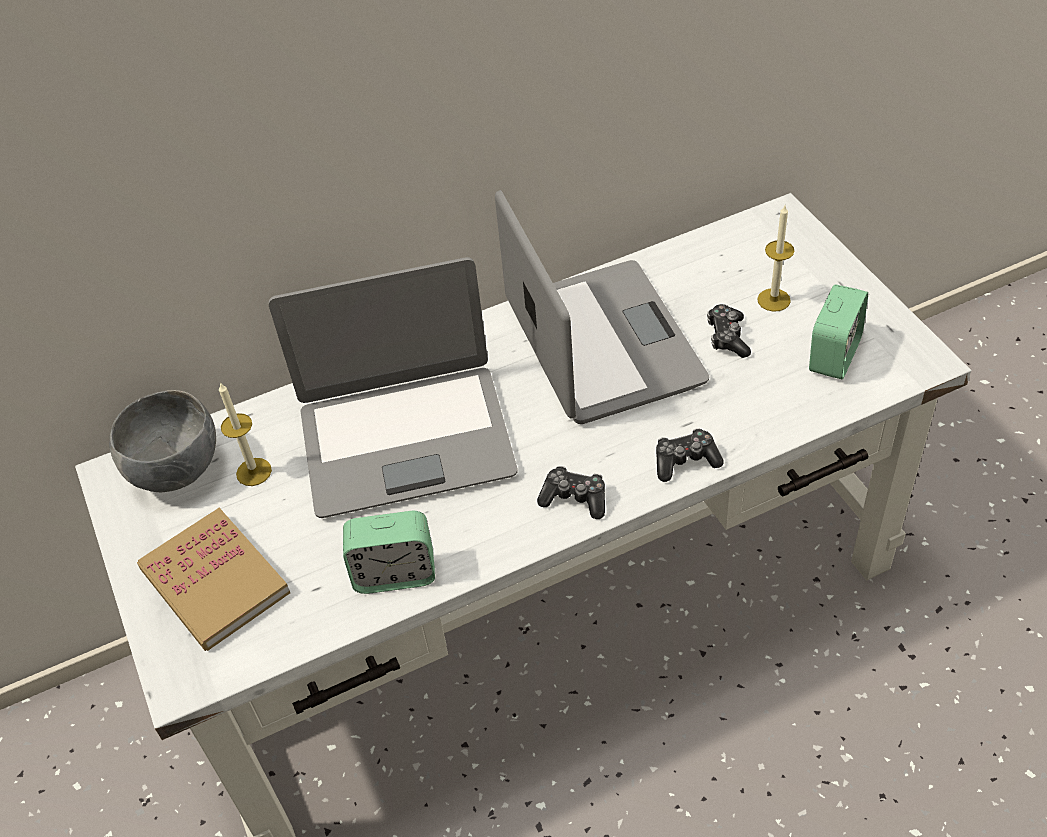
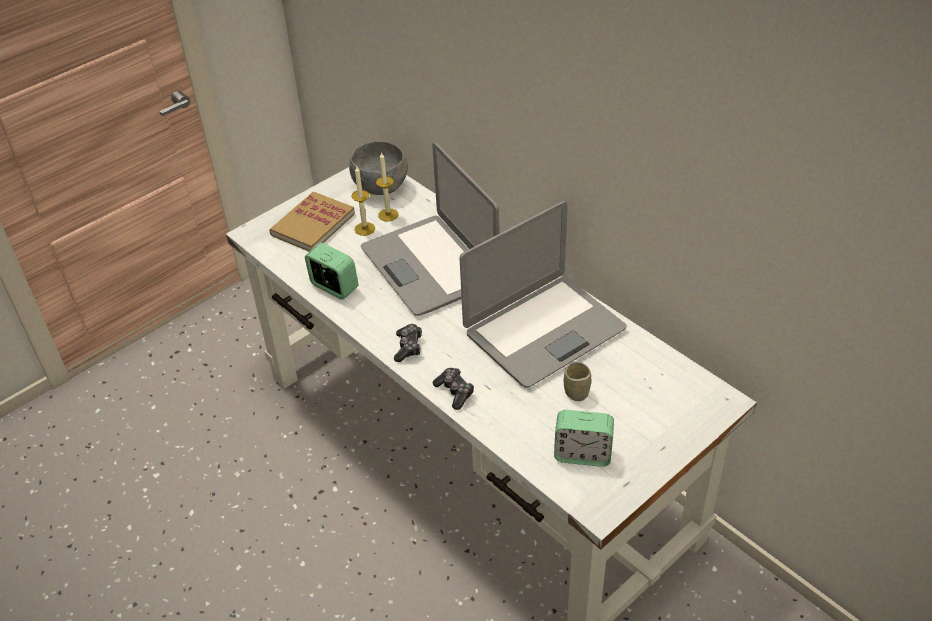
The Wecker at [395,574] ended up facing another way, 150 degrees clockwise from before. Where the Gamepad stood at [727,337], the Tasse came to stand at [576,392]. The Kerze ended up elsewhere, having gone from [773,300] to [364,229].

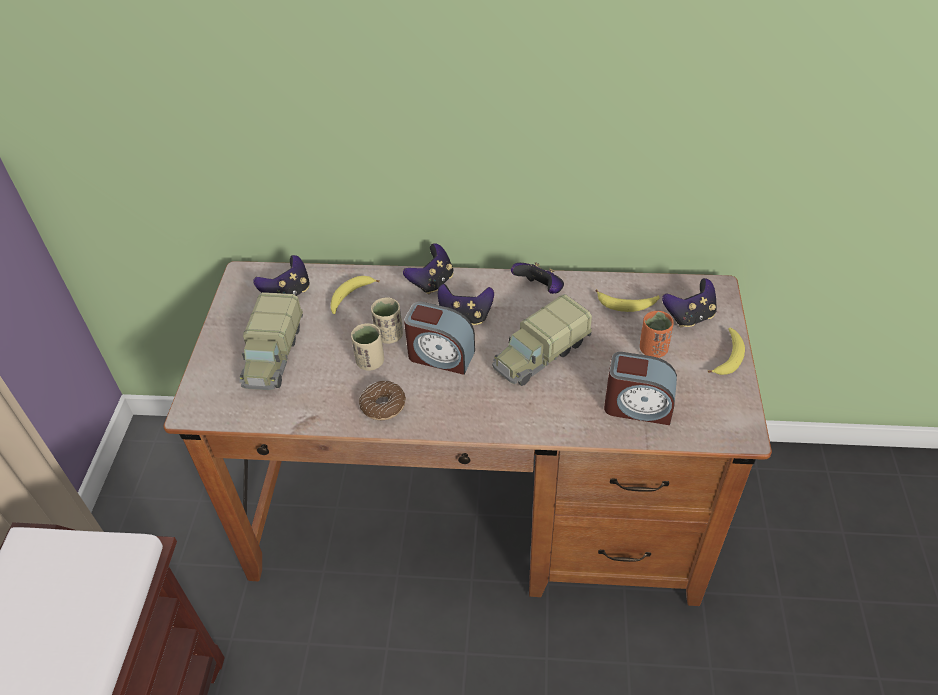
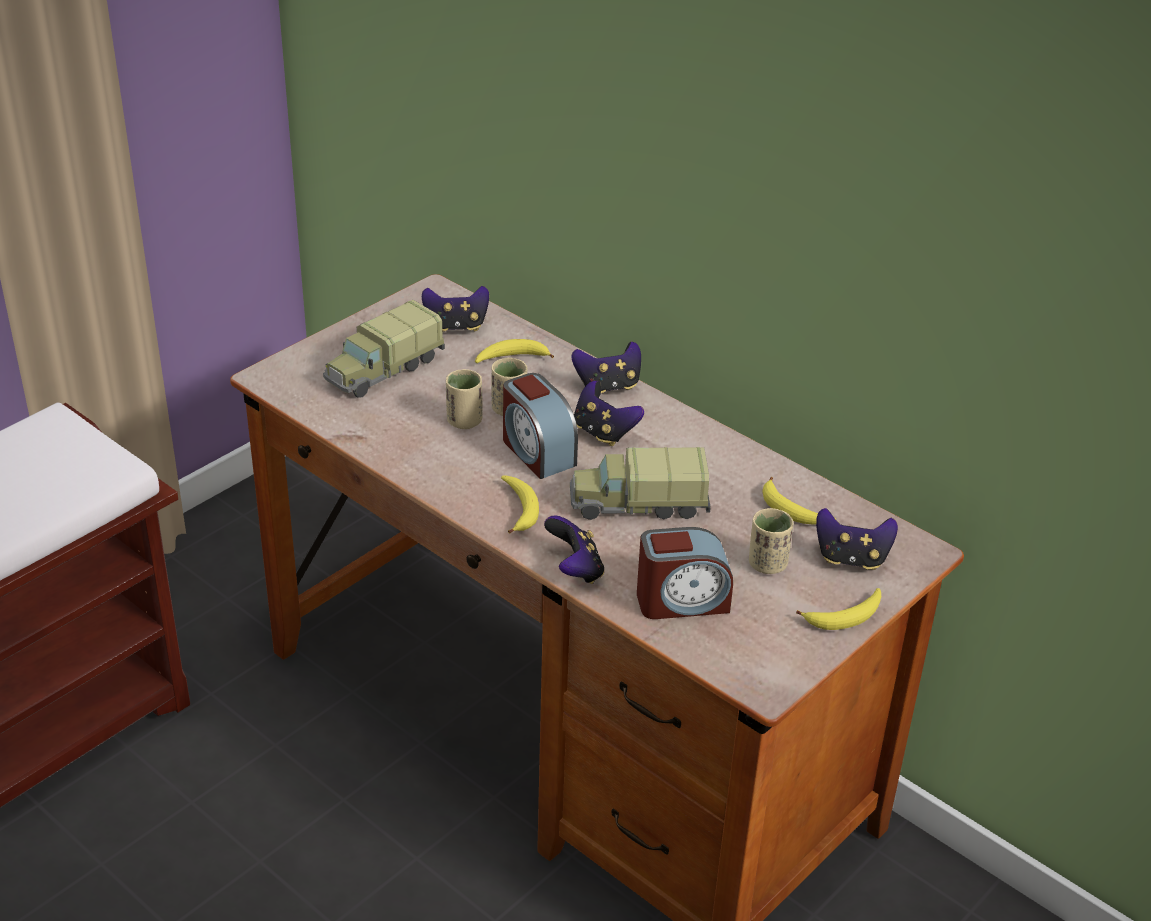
The second view lost the Donut at [383,405]. The Gamepad ended up elsewhere, having gone from [539,290] to [575,570]. The Wecker at [637,406] ended up facing another way, 60 degrees counterclockwise from before. What was the Tasse/orange at [653,349] turned into the Tasse/beige at [767,564]. The second view gained the Banane at [519,509].

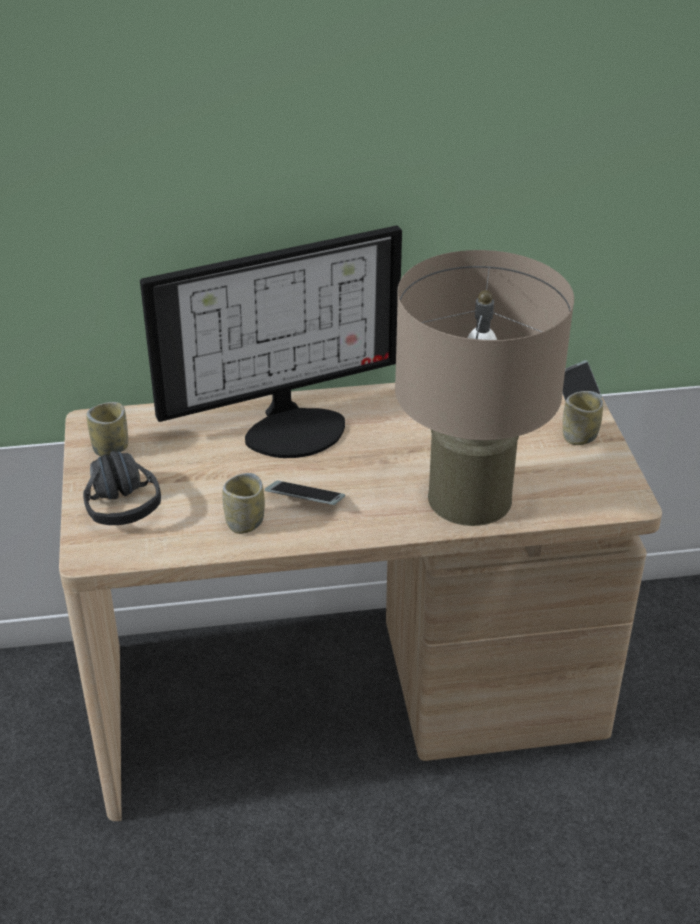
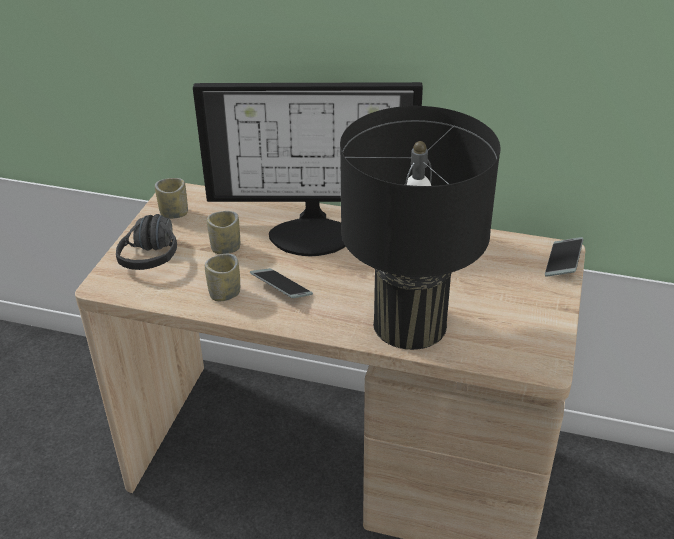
What was the Tischlampe/beige at [470,498] turned into the Tischlampe/schwarz at [410,324]. The Tasse ended up elsewhere, having gone from [579,437] to [226,248].

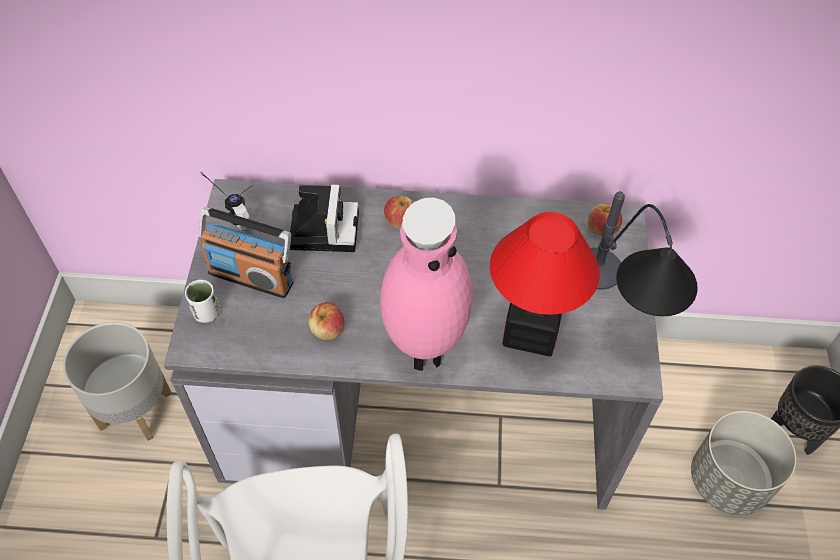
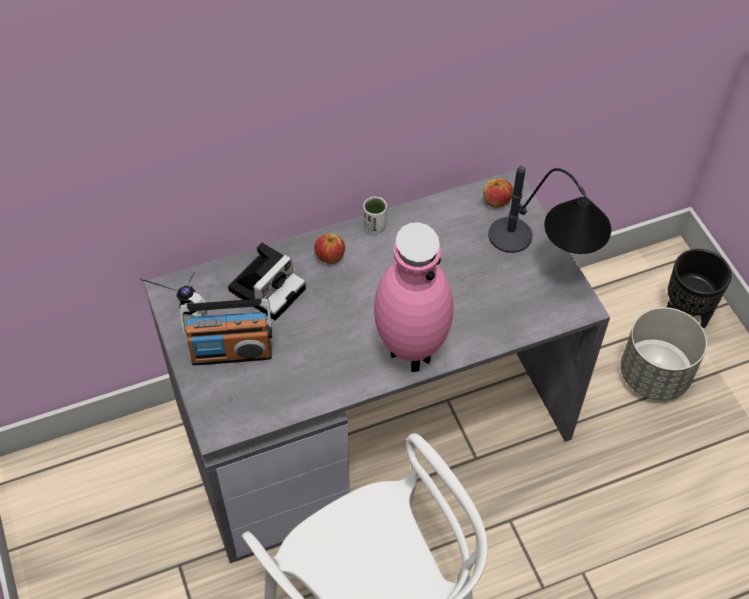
The second view lost the Pflanzkübel/grau at [134,410]. The Tasse/weiß ended up elsewhere, having gone from [206,313] to [374,226]. The Kamera at [323,228] ended up facing another way, 60 degrees clockwise from before. The second view lost the Apfel at [327,330]. The second view lost the Tischlampe at [529,331].

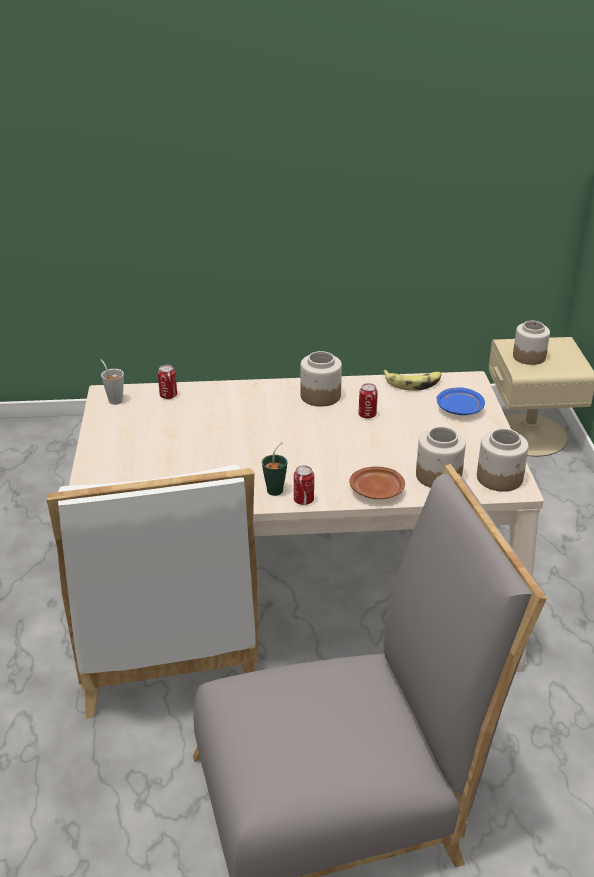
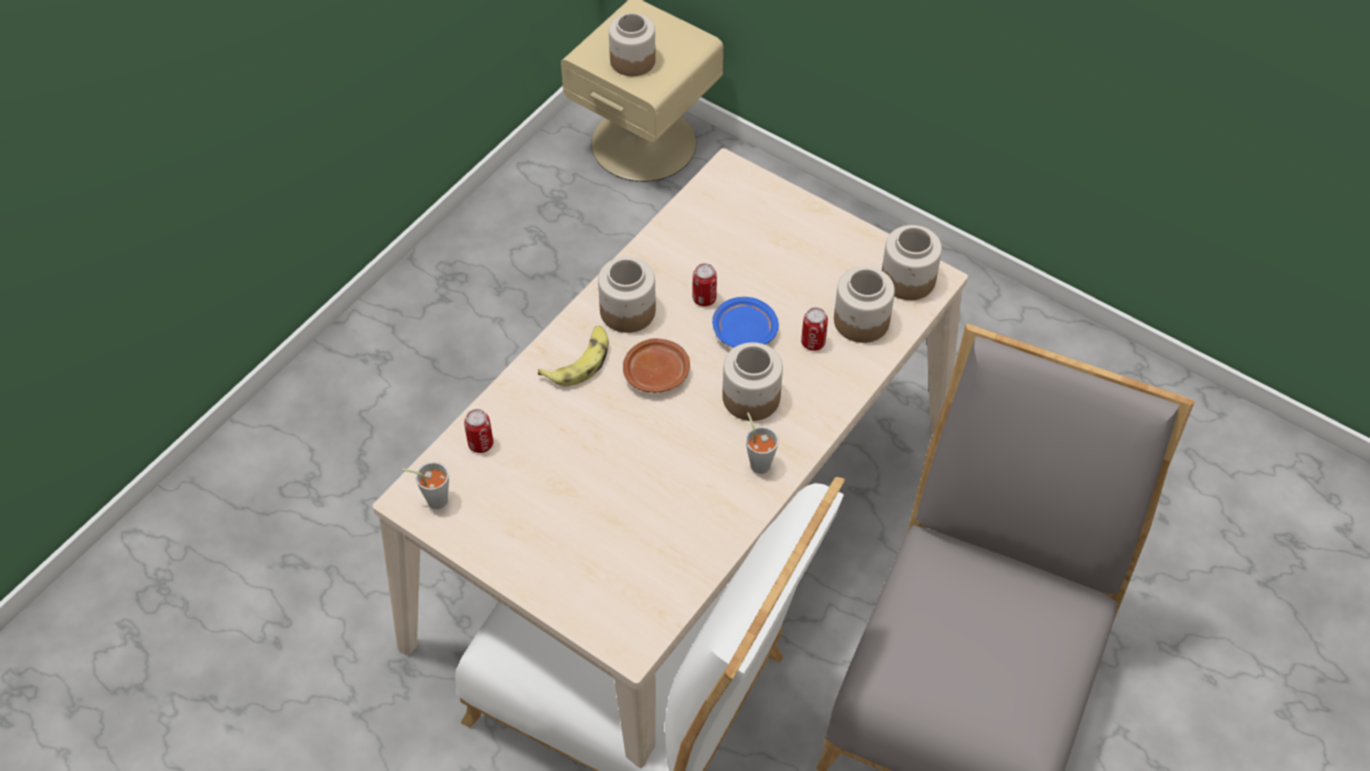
What was the Tasse/grün at [277,488] turned into the Tasse/grau at [758,461]. The Dose ended up elsewhere, having gone from [303,500] to [813,342]. The Teller/braun ended up elsewhere, having gone from [377,491] to [657,373]. The Banane ended up elsewhere, having gone from [413,383] to [579,361]. The Teller/blau ended up elsewhere, having gone from [459,408] to [743,331]. The second view gained the Vorratsglas at [750,398].

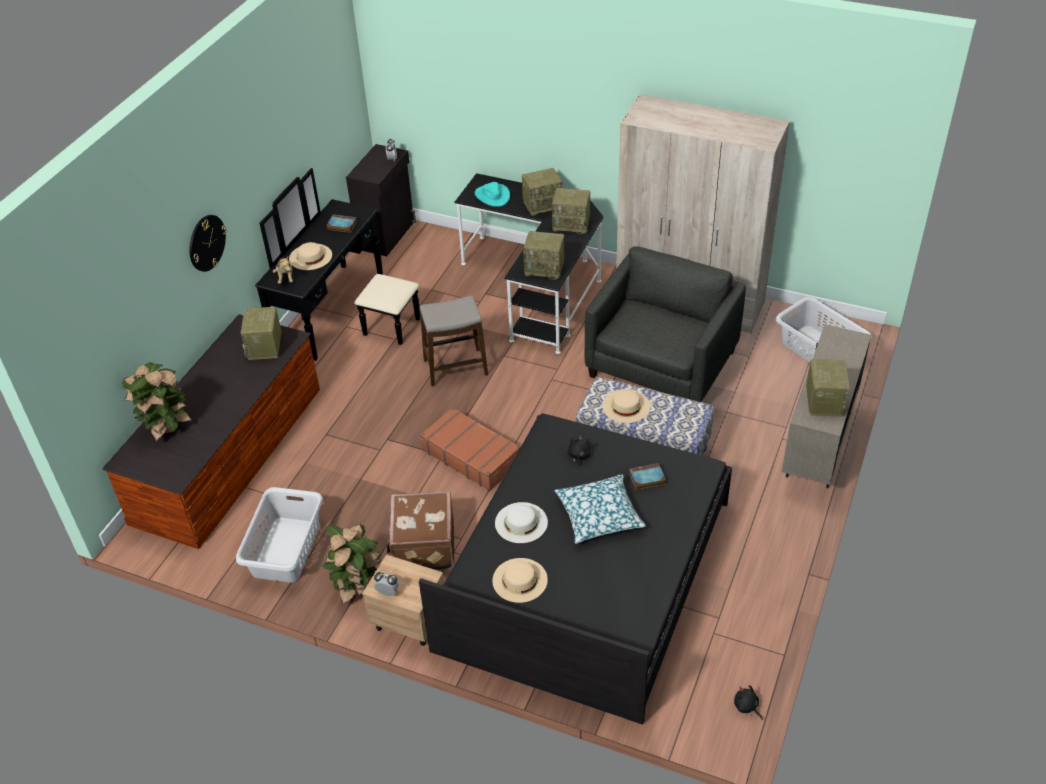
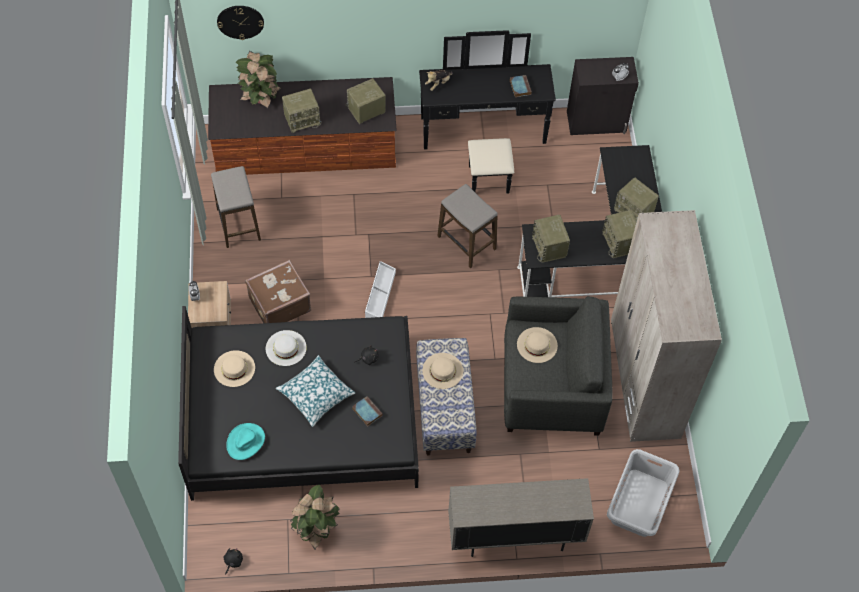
The Wanduhr ended up elsewhere, having gone from [206,243] to [240,21]. Where the Wäschekorb/grau stood at [285,550], the Hocker came to stand at [238,224]. The Hut/beige ended up elsewhere, having gone from [310,256] to [537,345]. The Topfpflanze ended up elsewhere, having gone from [357,587] to [316,529]. Where the Koffer/braun stood at [471,456], the Aufbewahrungsbox/weiß came to stand at [379,295]. The Hut/türkis ended up elsewhere, having gone from [492,196] to [245,441]. The Radio ended up elsewhere, having gone from [823,401] to [302,119].

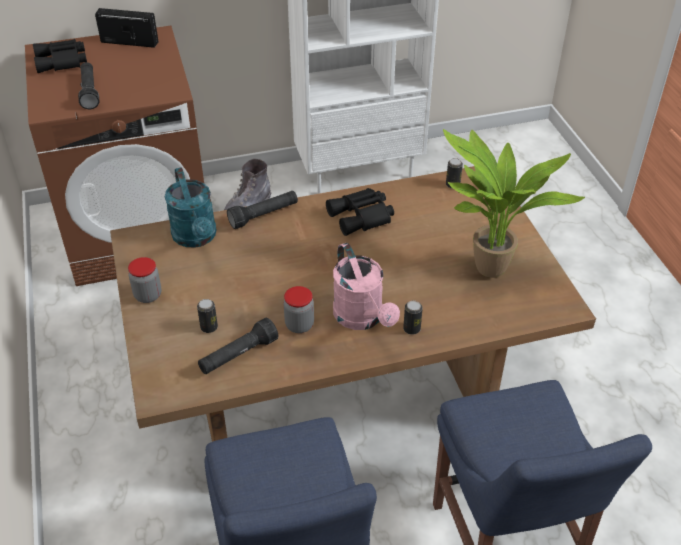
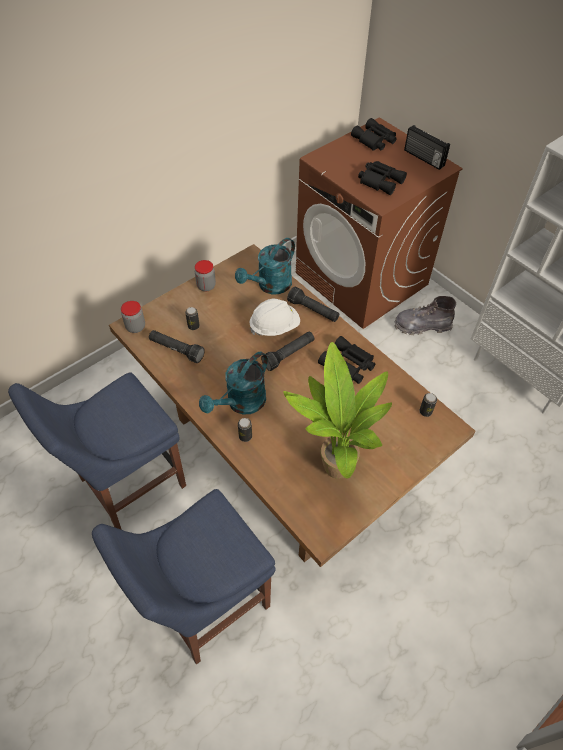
The Taschenlampe/schwarz ended up elsewhere, having gone from [89,92] to [289,354]. The Radio at [130,42] ended up facing another way, 150 degrees clockwise from before. The Vorratsglas ended up elsewhere, having gone from [299,325] to [135,327]. What was the Gießkanne/rosa at [362,318] turned into the Gießkanne/türkis at [241,403]. The second view gained the Schutzhelm/weiß at [274,326]. The second view gained the Fernglas/schwarz at [380,181].

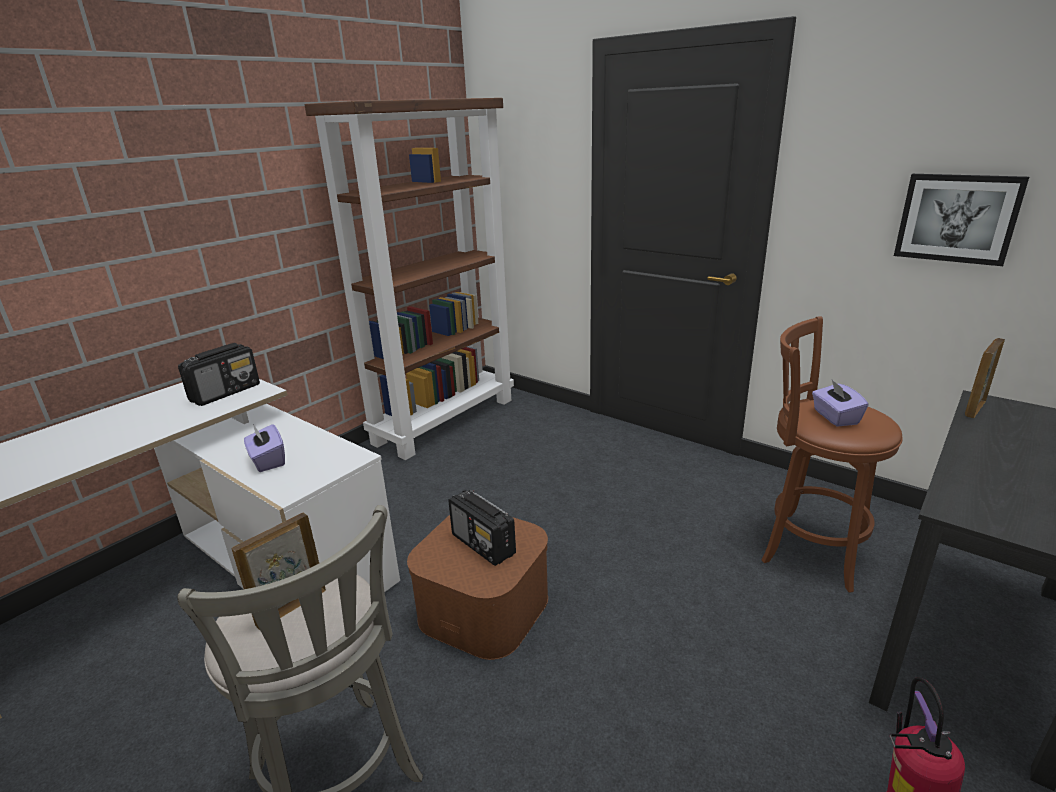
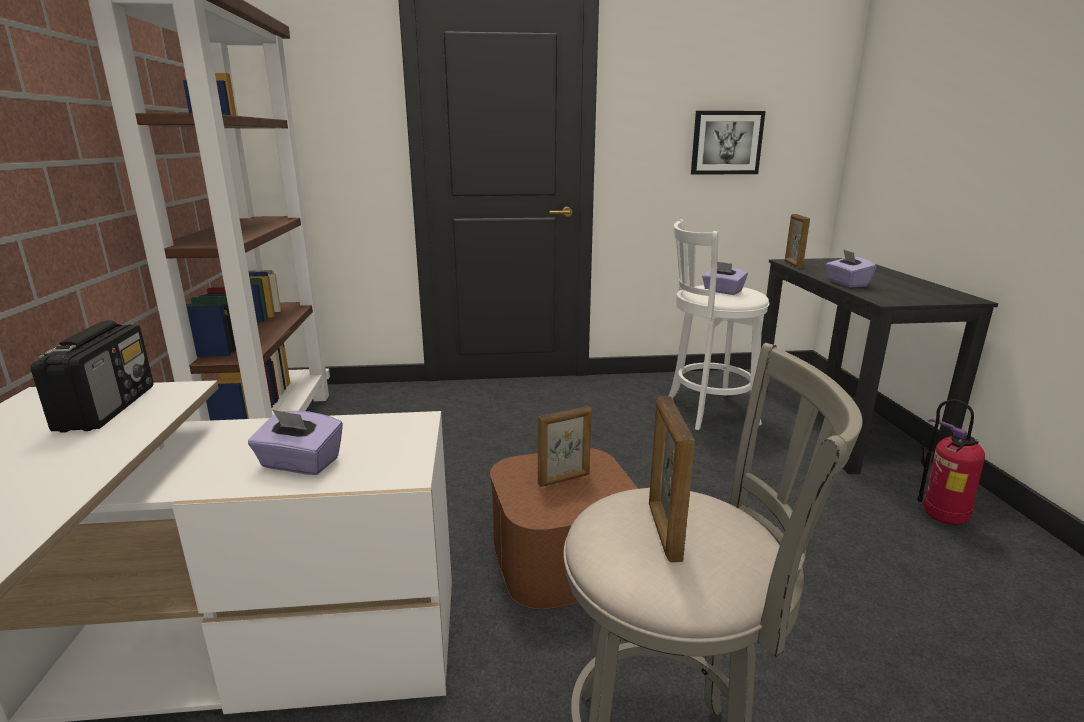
Where the Radio stood at [483,545], the Bilderrahmen came to stand at [564,479]. What was the Hocker/braun at [808,547] turned into the Hocker/weiß at [707,411]. The second view gained the Taschentuchbox/lila at [846,283].

